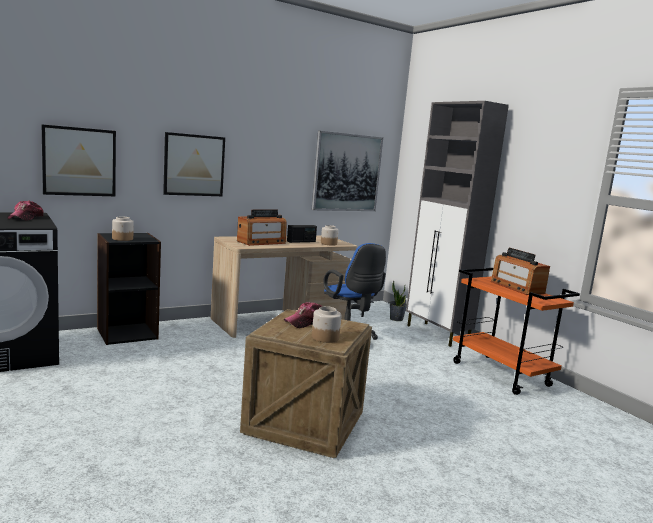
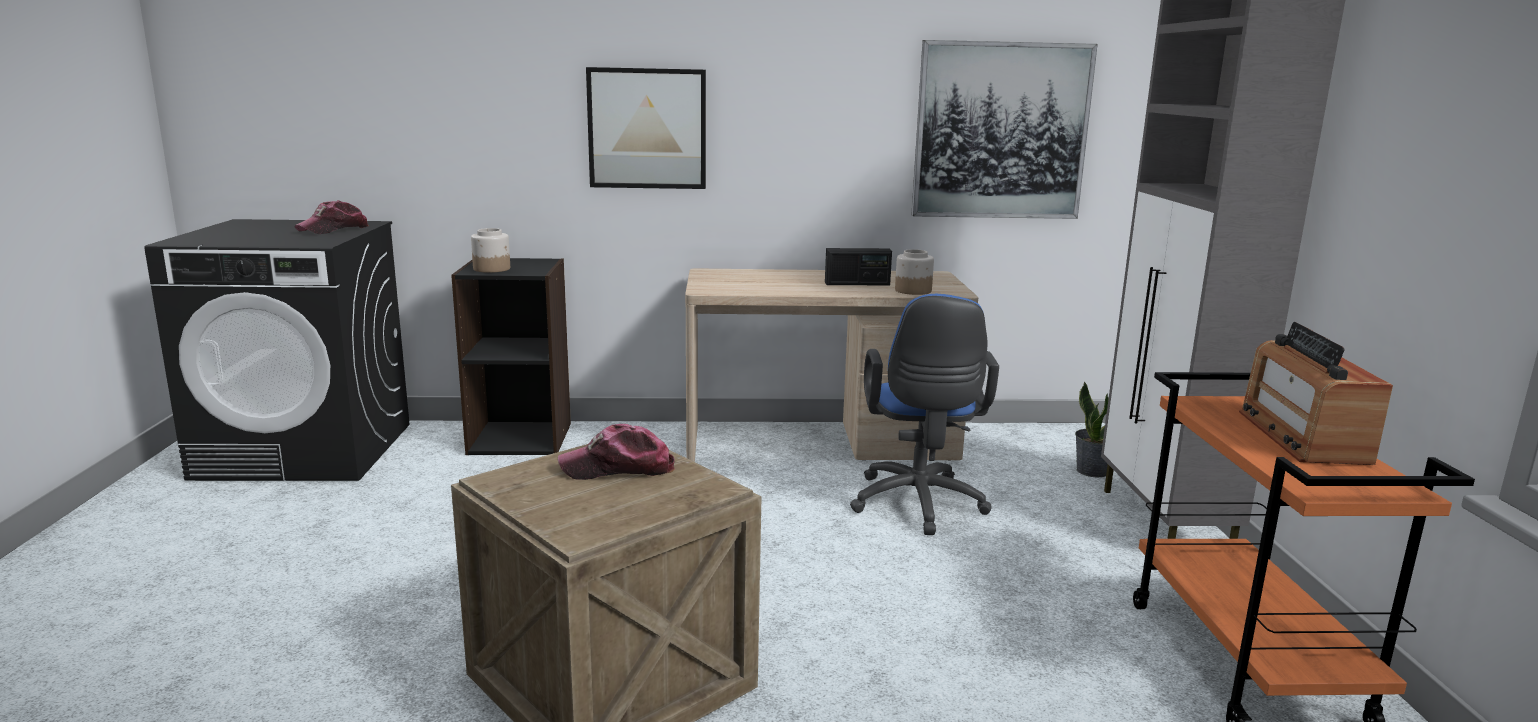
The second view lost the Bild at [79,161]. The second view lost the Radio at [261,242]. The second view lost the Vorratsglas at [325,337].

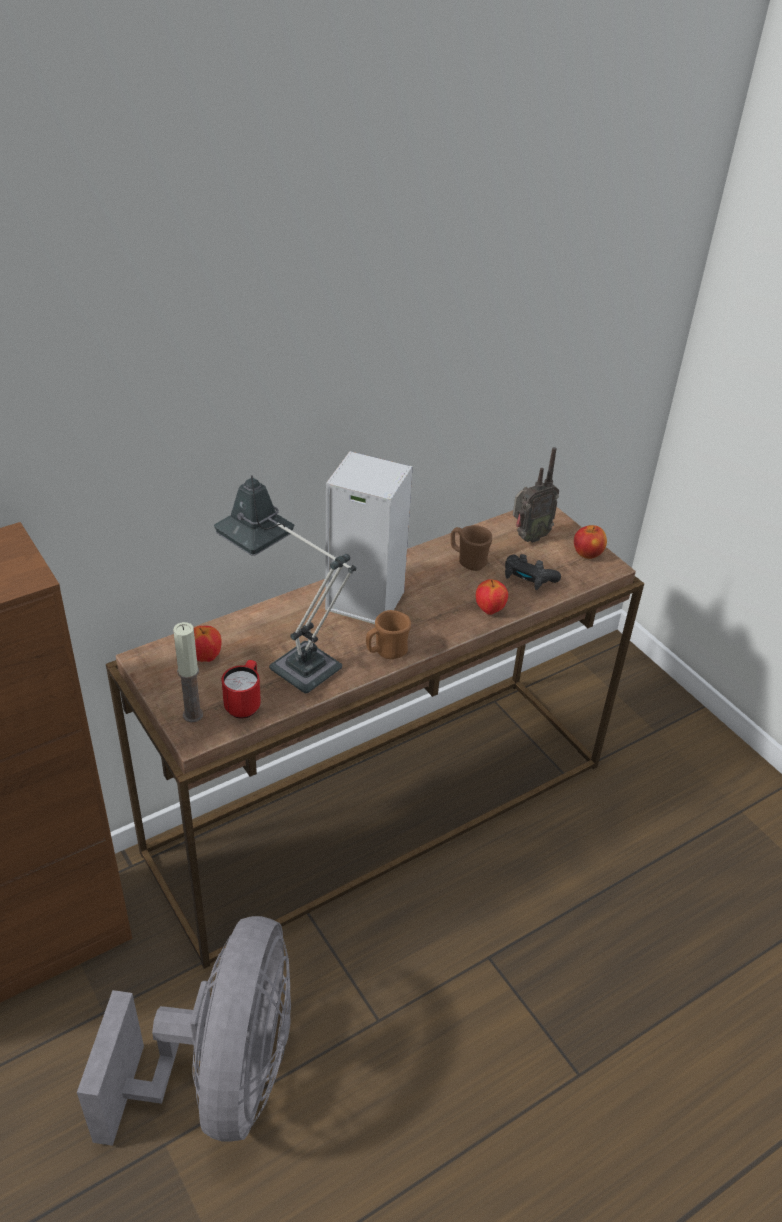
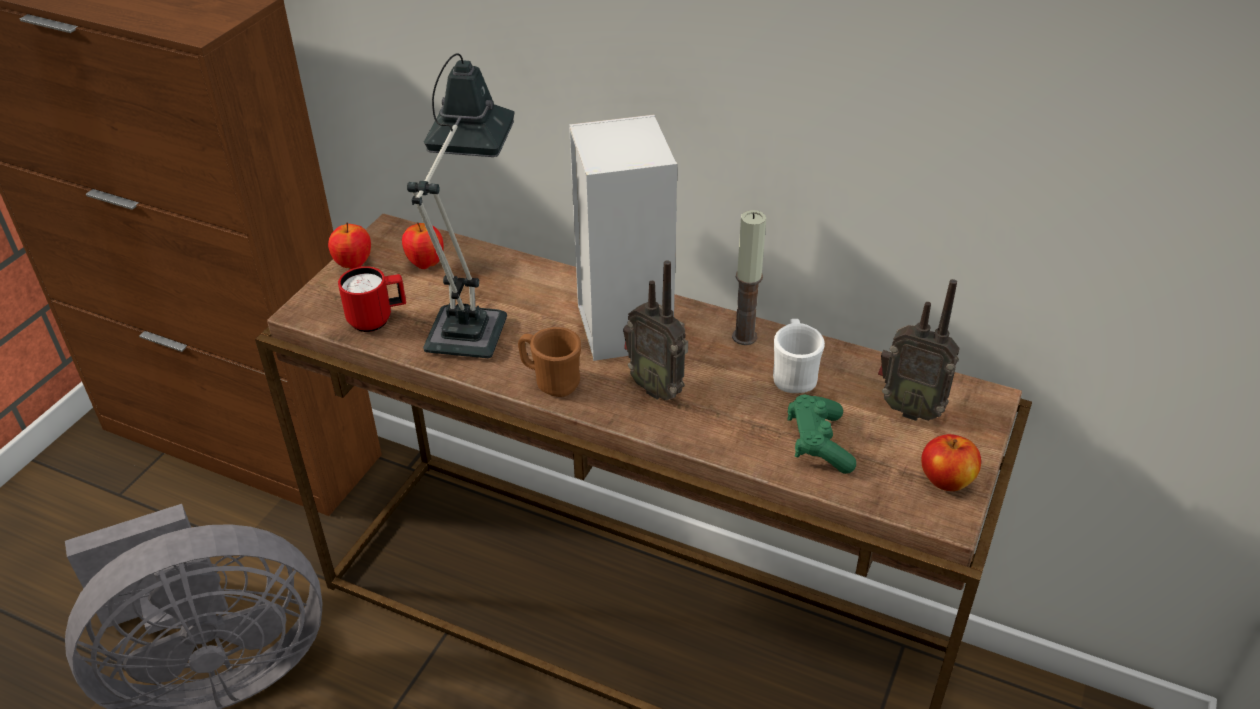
The Kerze ended up elsewhere, having gone from [193,715] to [744,337]. What was the Henkelbecher/braun at [468,561] turned into the Henkelbecher/weiß at [793,375]. The Apfel ended up elsewhere, having gone from [489,610] to [354,265]. What was the Gamepad/schwarz at [528,579] turned into the Gamepad/grün at [818,444]. The second view gained the Radio at [658,387].

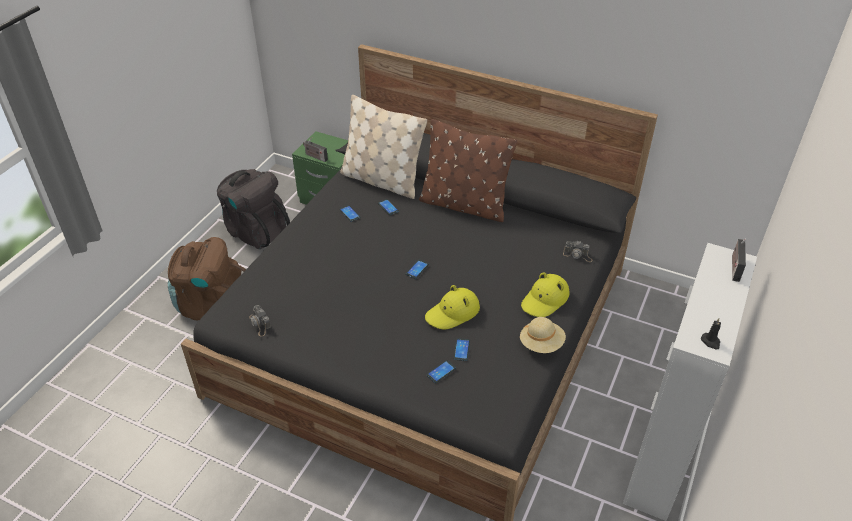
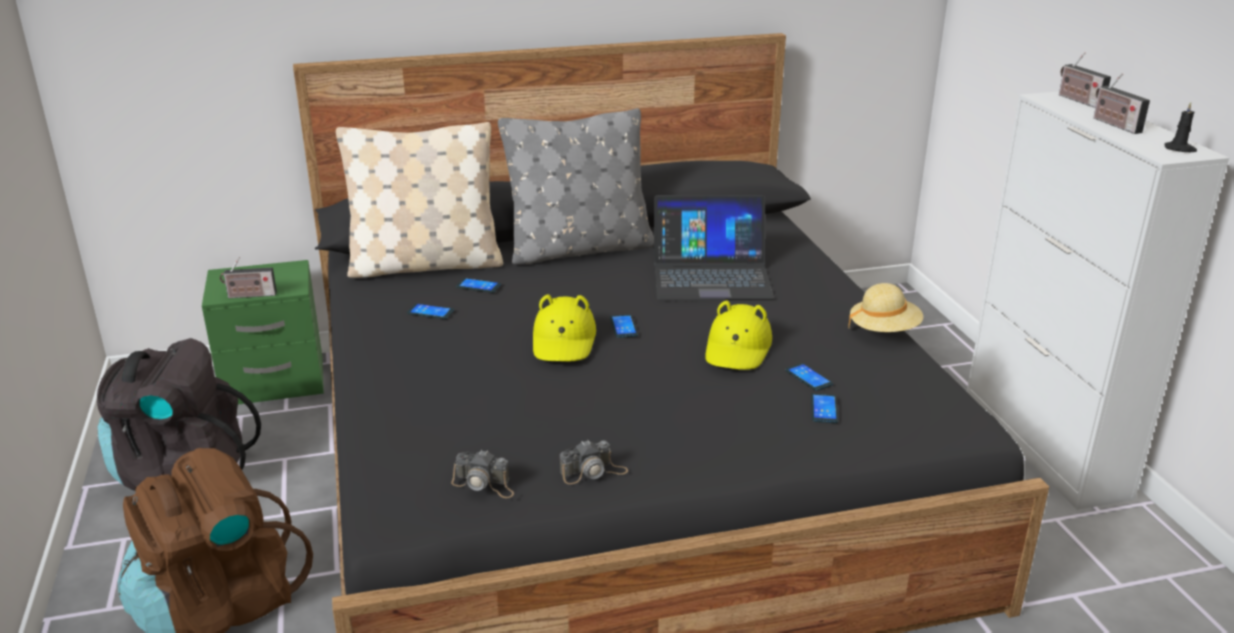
What was the Kissen/braun at [464,205] turned into the Kissen/grau at [579,249]. The Hut/gelb ended up elsewhere, having gone from [545,300] to [564,341]. The Kamera ended up elsewhere, having gone from [578,255] to [593,472]. The second view gained the Laptop at [711,276]. The second view gained the Radio at [1114,124].

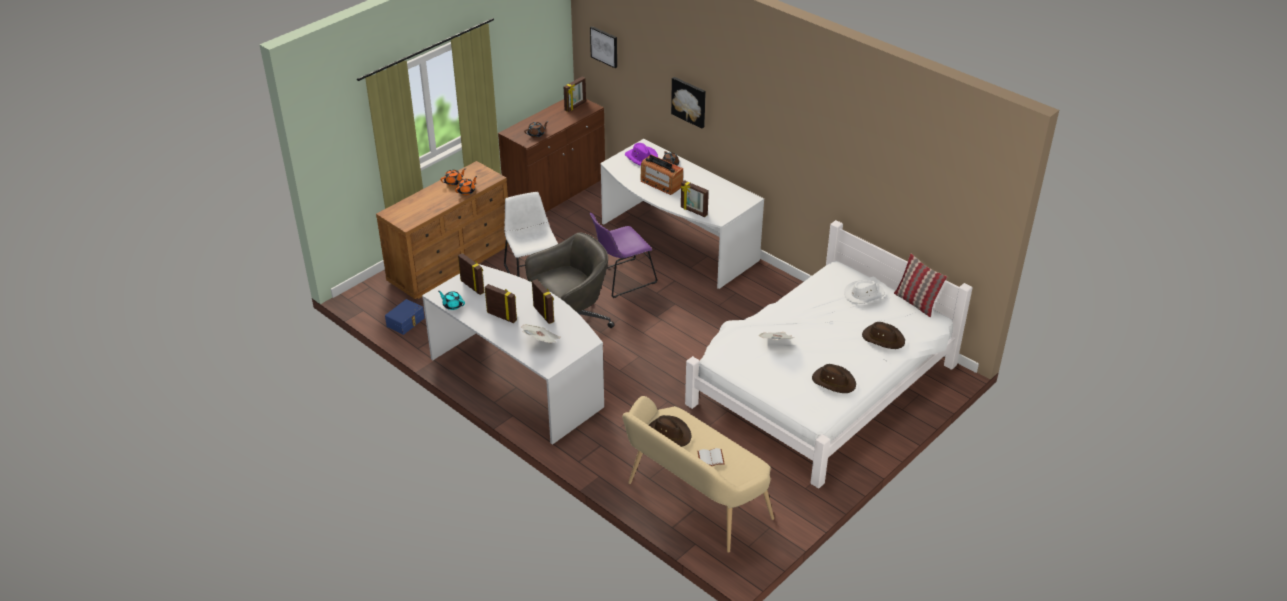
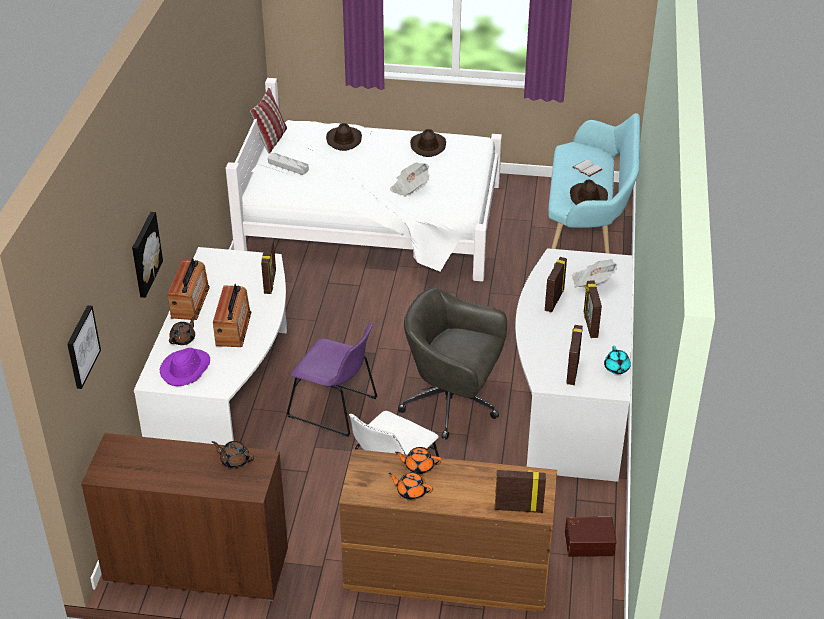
What was the Aufbewahrungsbox/blau at [406,322] turned into the Aufbewahrungsbox/braun at [589,542]. The Bilderrahmen ended up elsewhere, having gone from [575,106] to [518,508]. What was the Bank/beige at [693,503] turned into the Bank/türkis at [587,232]. Where the Hut/weiß stood at [864,294], the Tablett/grau came to stand at [288,166]. The second view gained the Radio at [190,302].

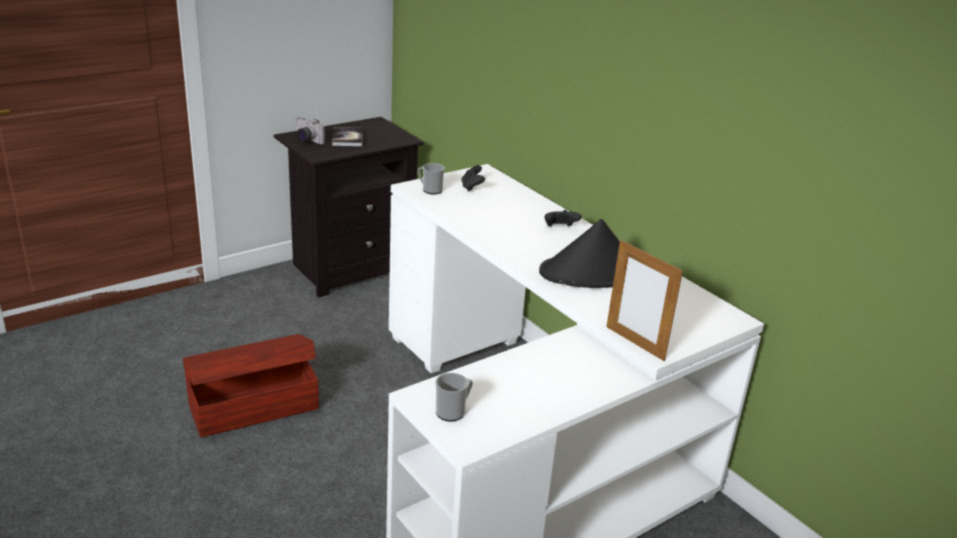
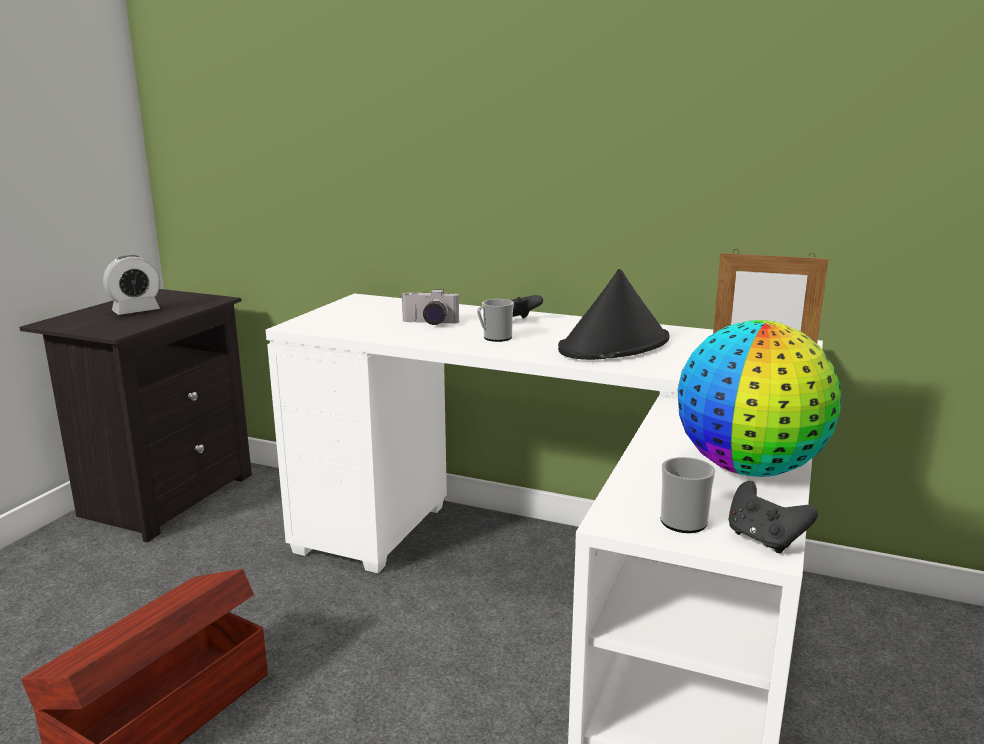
The Kamera ended up elsewhere, having gone from [306,140] to [429,323]. Where the Buch stood at [347,138], the Wecker came to stand at [136,311]. The Henkelbecher ended up elsewhere, having gone from [430,190] to [494,338]. The Gamepad/schwarz ended up elsewhere, having gone from [472,187] to [764,539]. The second view gained the Globus at [749,469].

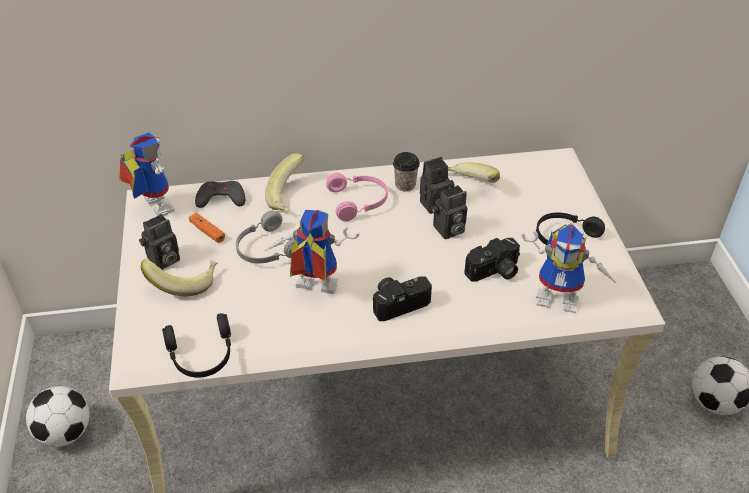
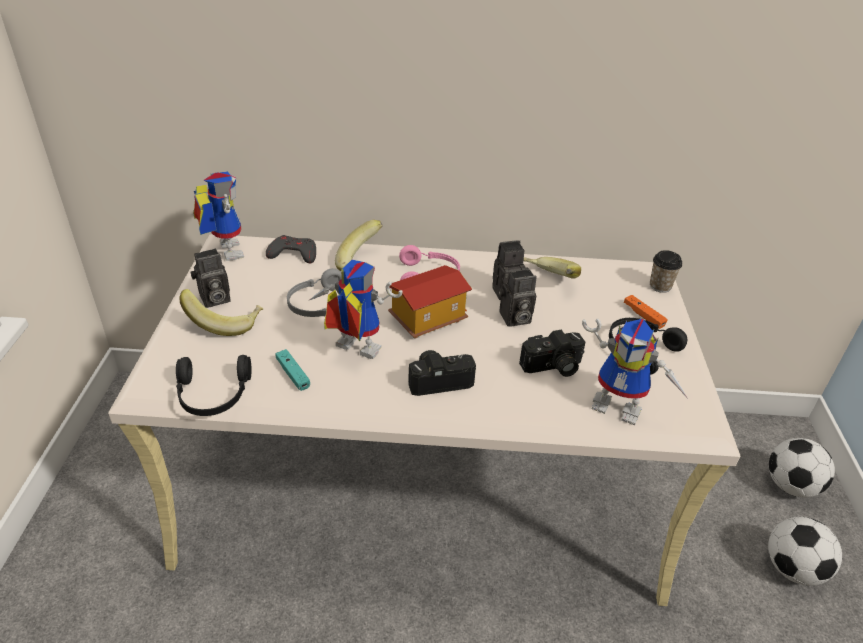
The Fußball ended up elsewhere, having gone from [65,433] to [790,485]. The Gamepad/orange ended up elsewhere, having gone from [207,231] to [643,316]. The Tasse ended up elsewhere, having gone from [405,185] to [660,286]. The second view gained the Gamepad/türkis at [293,374]. The second view gained the Spielzeughaus at [428,319].

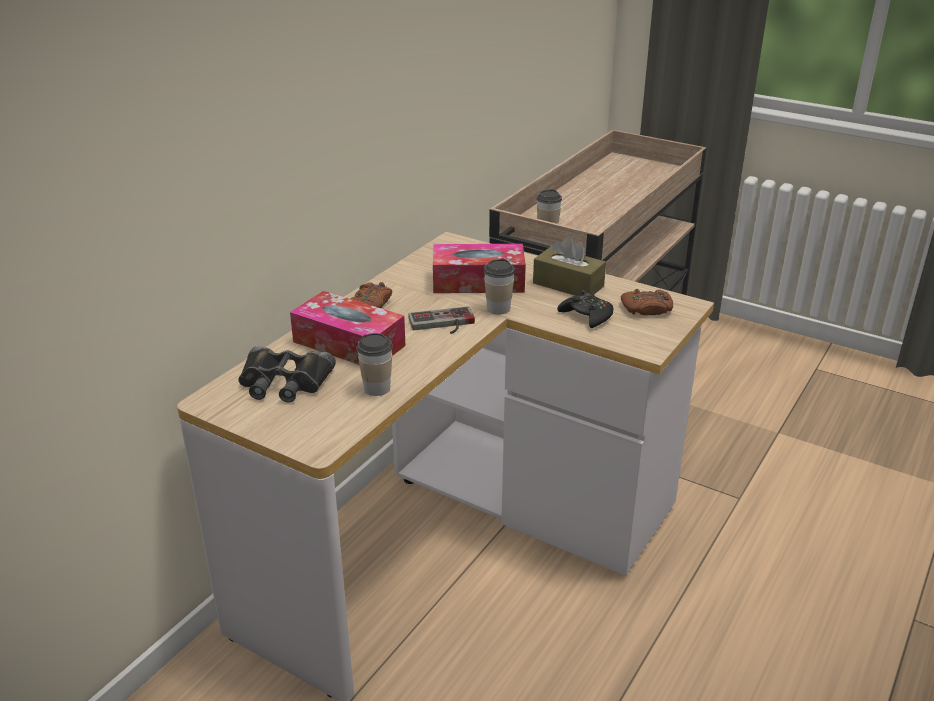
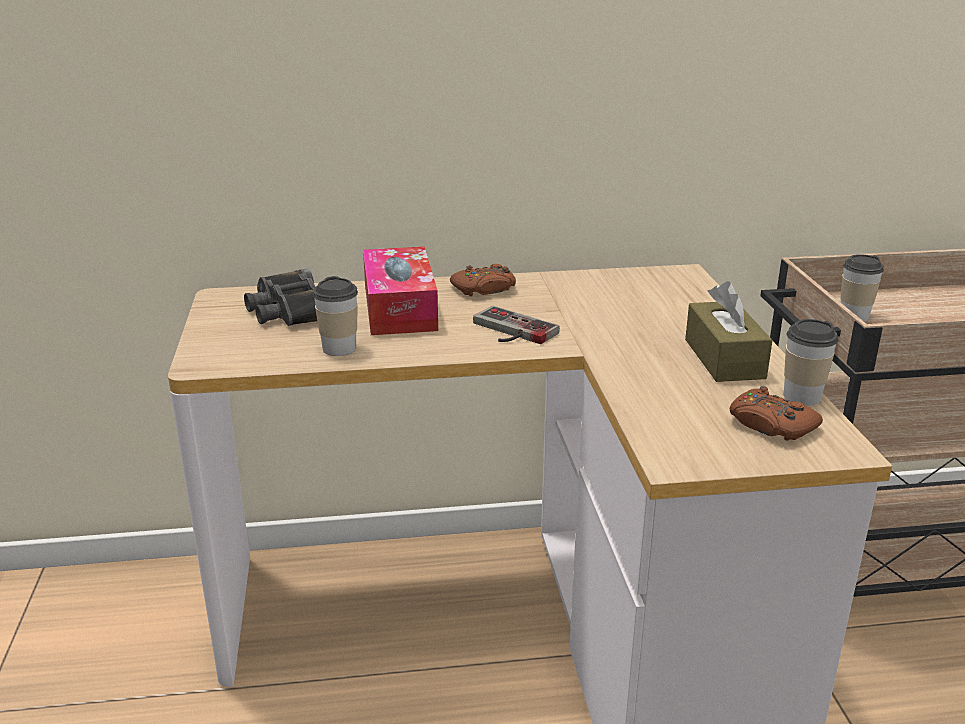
The second view lost the Taschentuchbox at [478,281]. The Tasse ended up elsewhere, having gone from [498,308] to [802,396]. The second view lost the Gamepad/schwarz at [586,316].

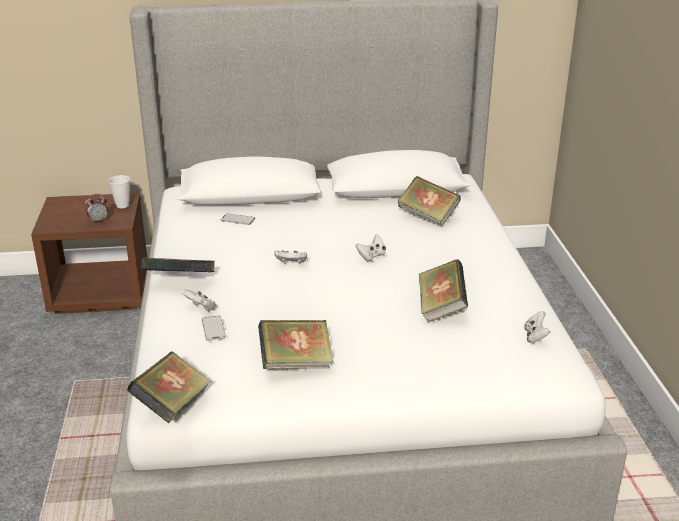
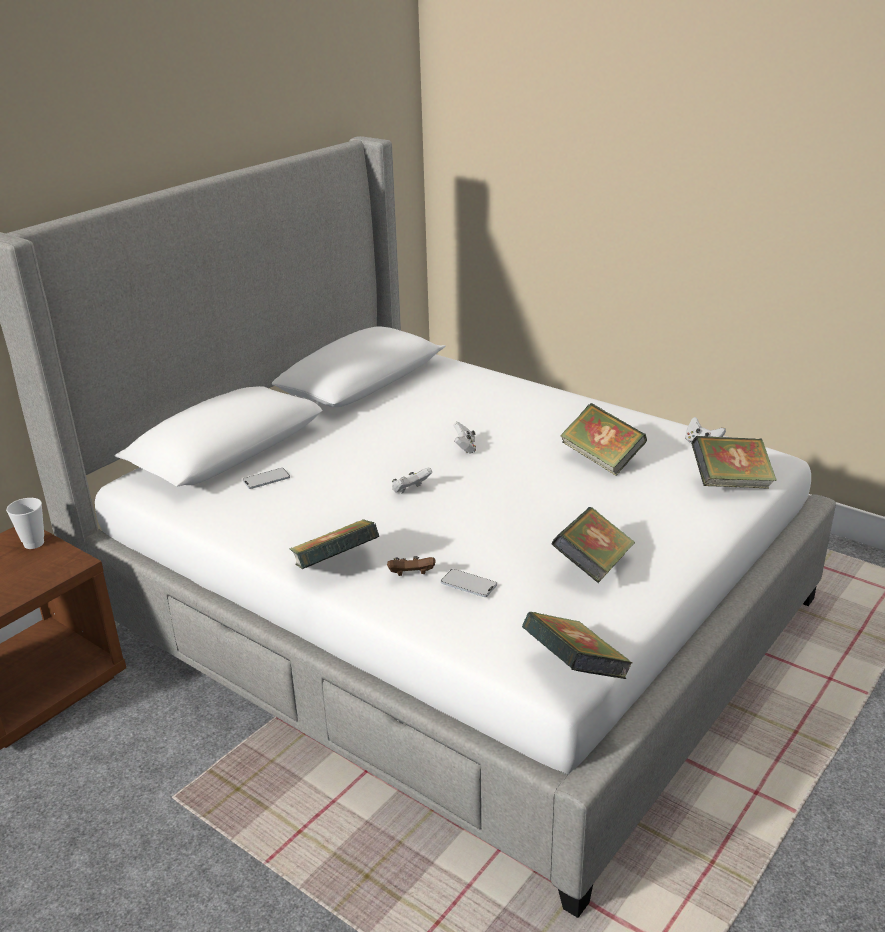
The second view lost the Wecker at [98,220]. What was the Gamepad/weiß at [201,308] turned into the Gamepad/braun at [411,575]. The Buch ended up elsewhere, having gone from [428,216] to [730,483].

